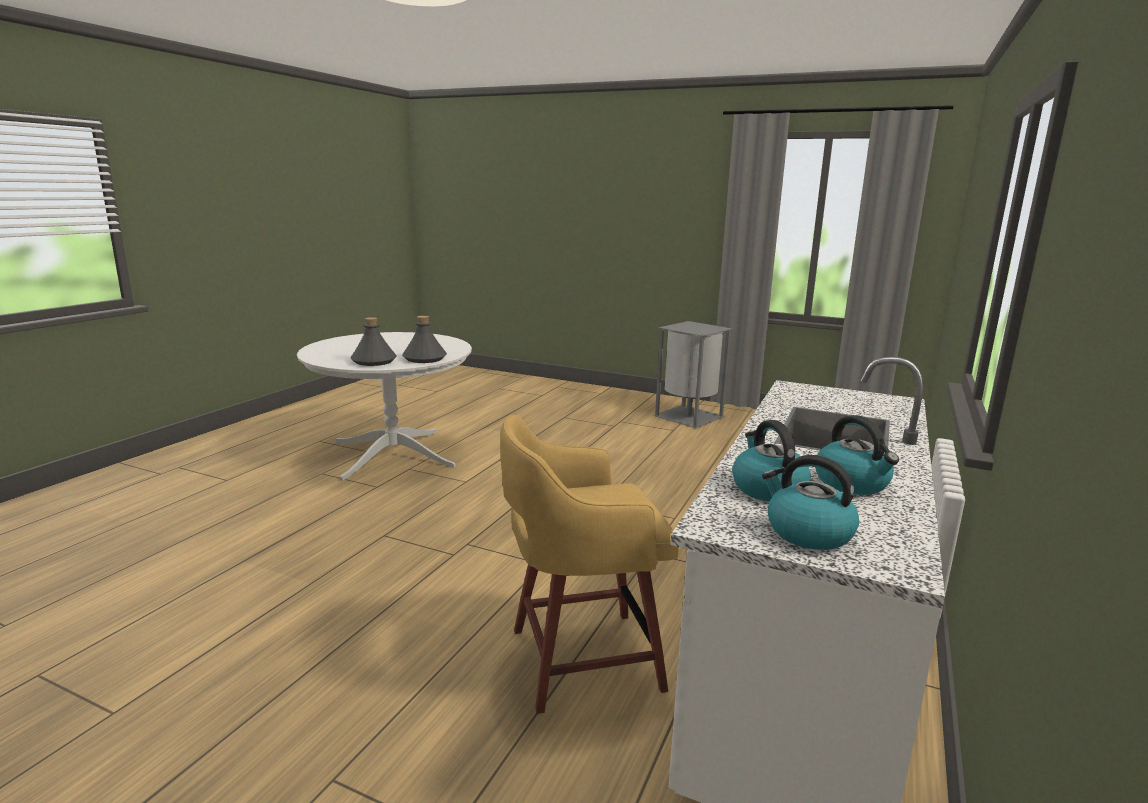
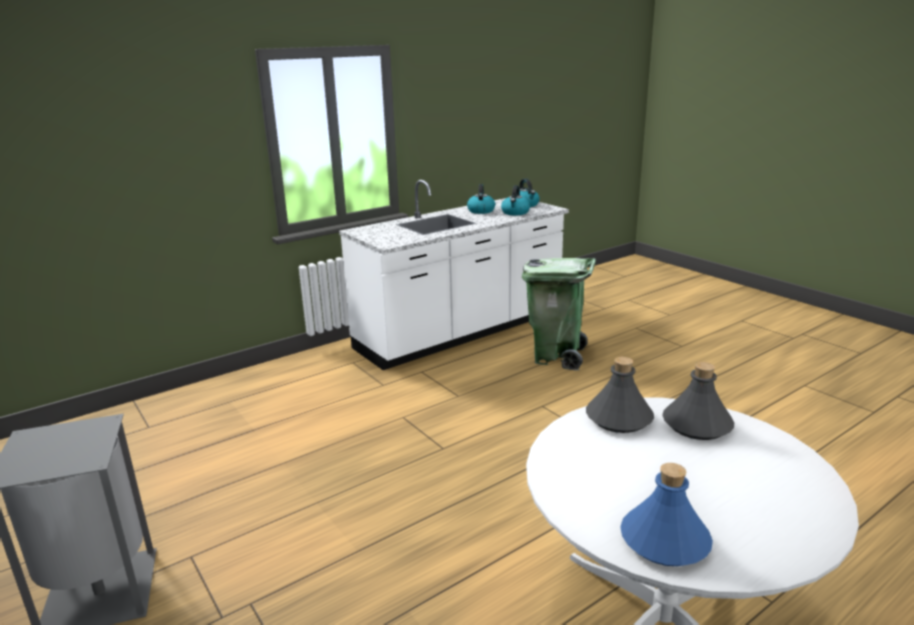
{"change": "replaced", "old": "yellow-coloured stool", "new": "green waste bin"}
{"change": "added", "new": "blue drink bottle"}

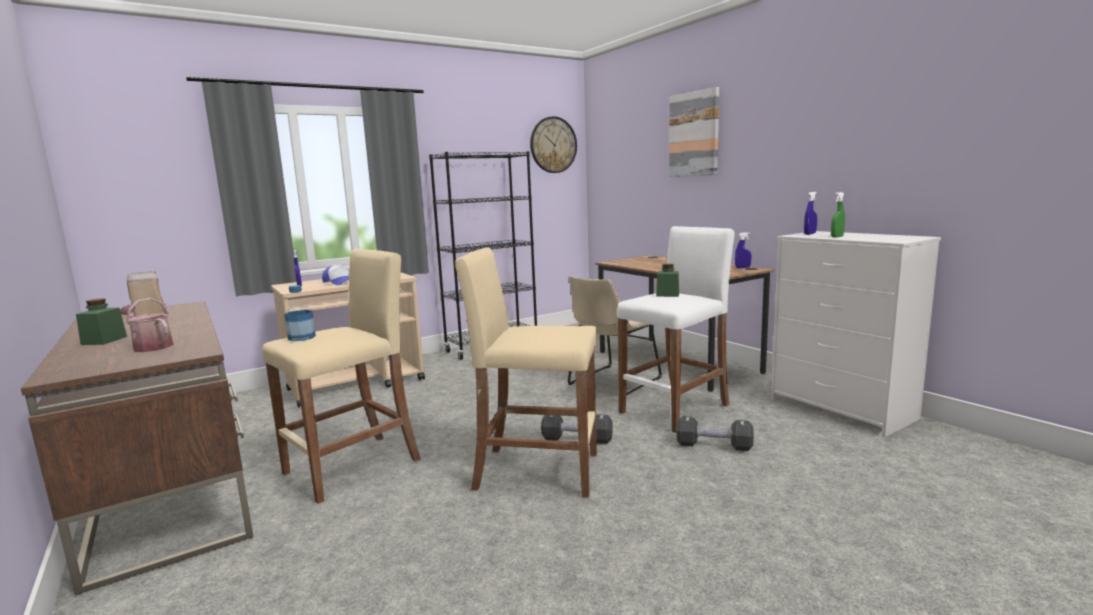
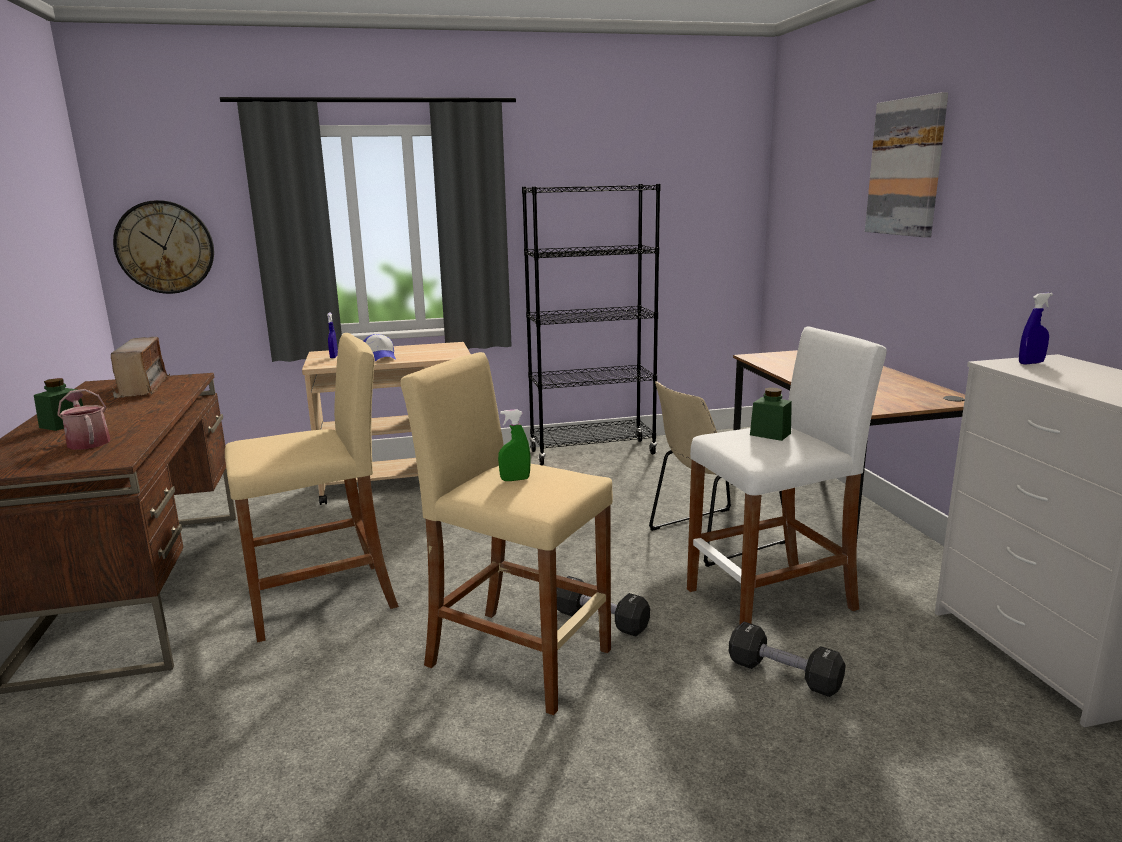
{"change": "moved", "old": "wall clock"}
{"change": "moved", "old": "green hand sprayer"}
{"change": "removed", "old": "drink bottle"}
{"change": "removed", "old": "blue hand sprayer (2nd from left)"}

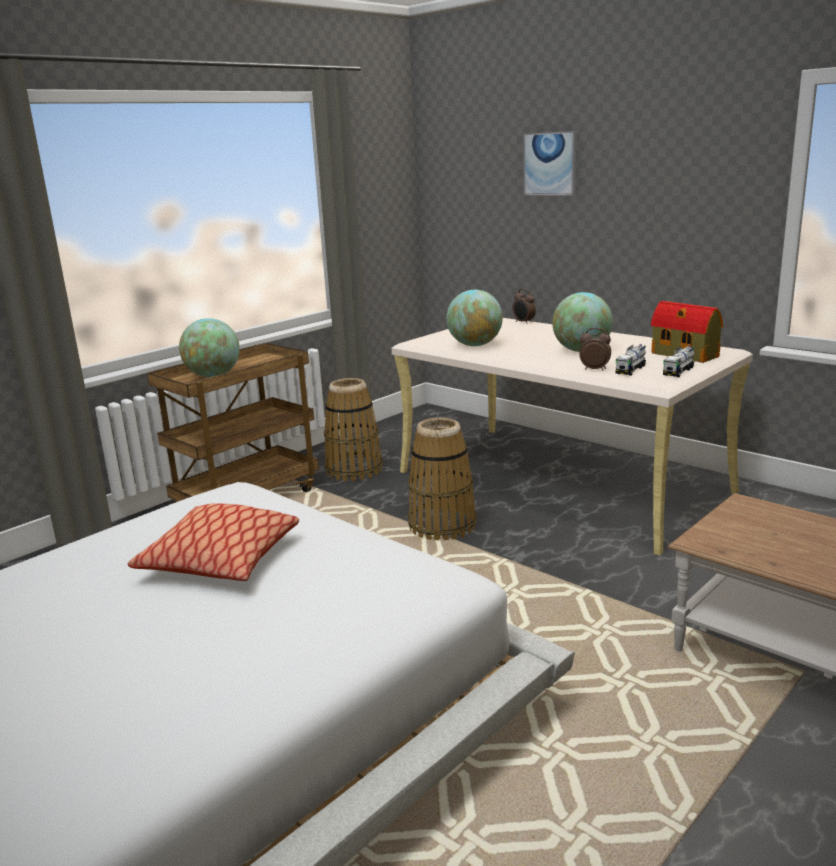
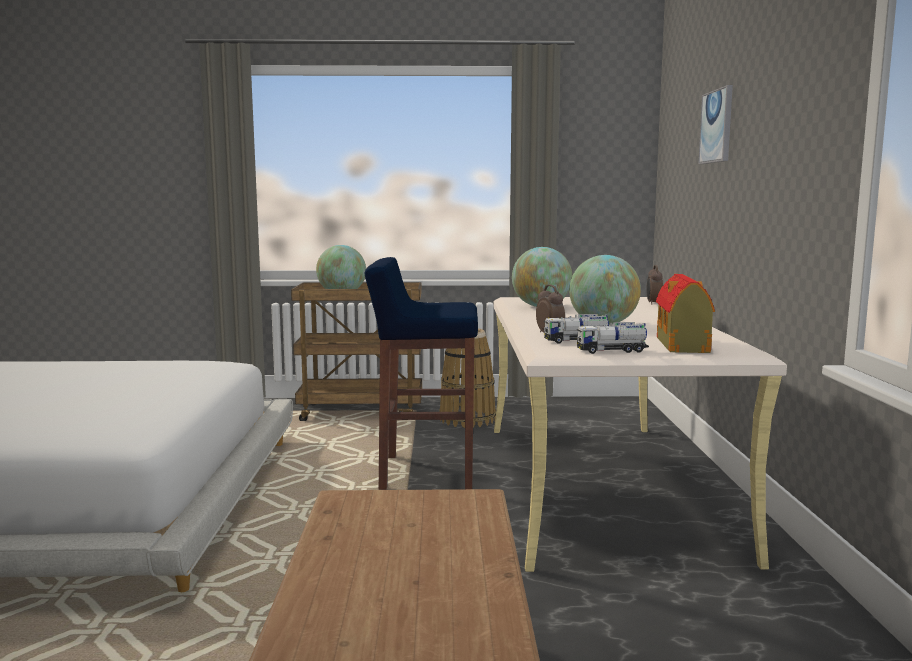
{"change": "replaced", "old": "household basket (2nd from left)", "new": "blue stool"}
{"change": "removed", "old": "throw pillow"}

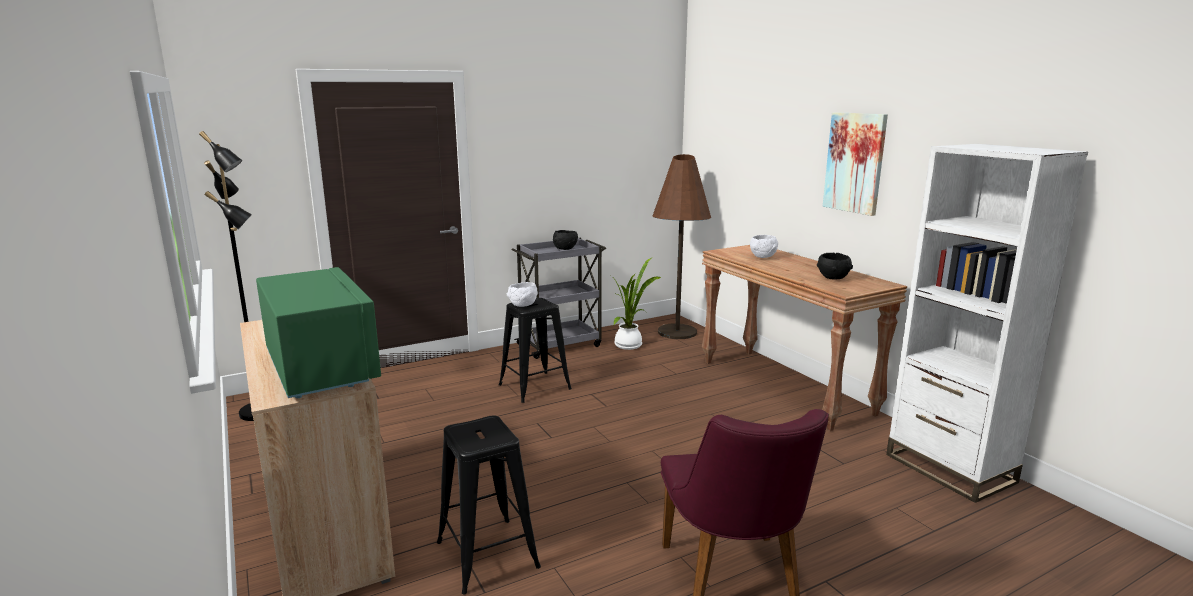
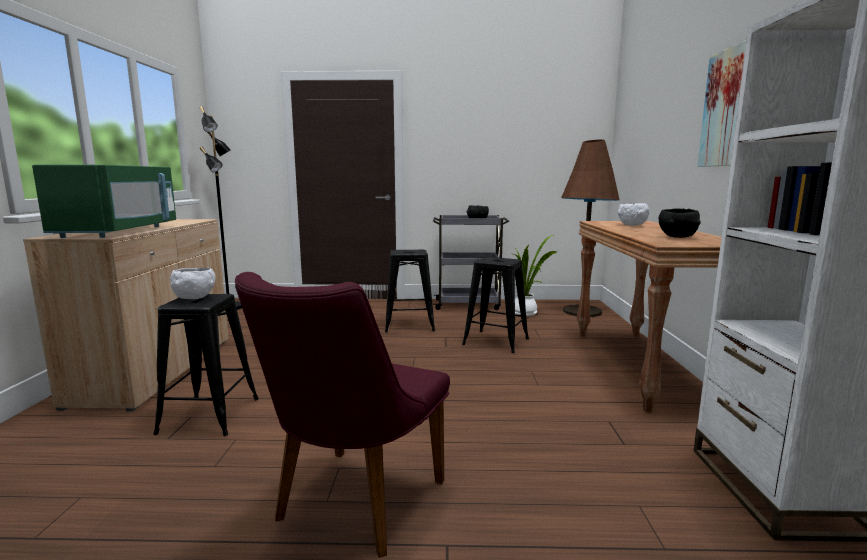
{"change": "moved", "old": "whitish deep dish (1st from left)"}
{"change": "added", "new": "blackish stool (3rd from left)"}

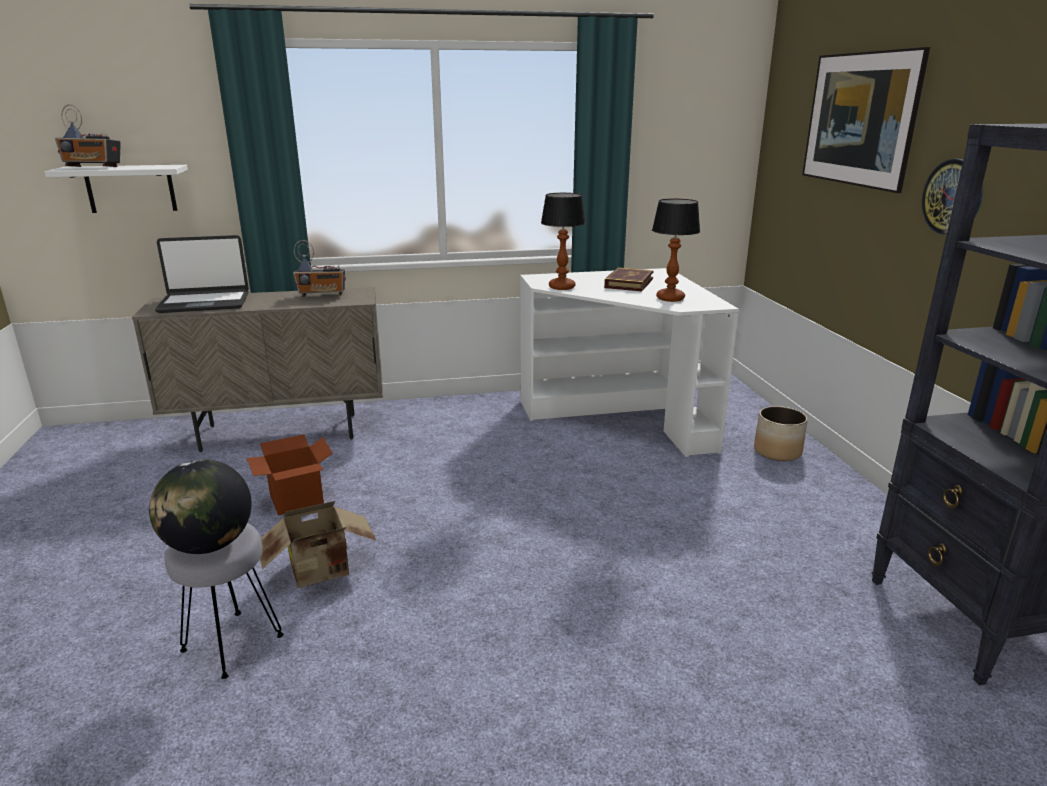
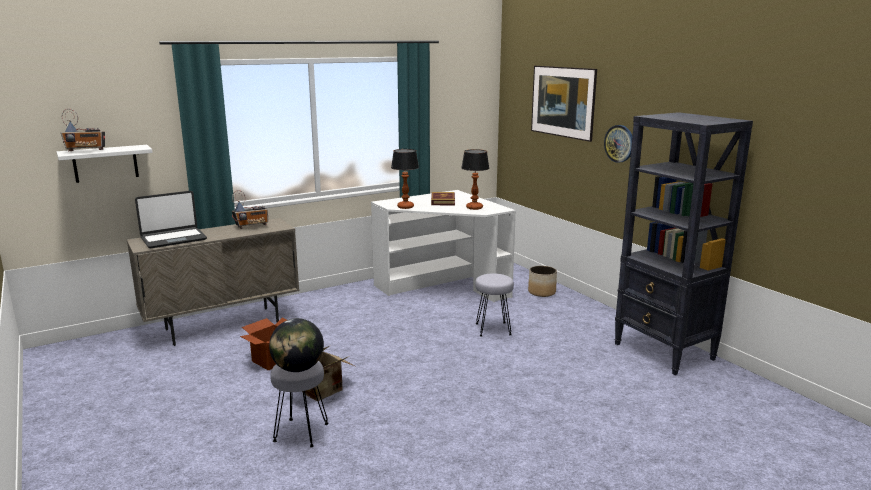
{"change": "added", "new": "gray stool (2nd from left)"}

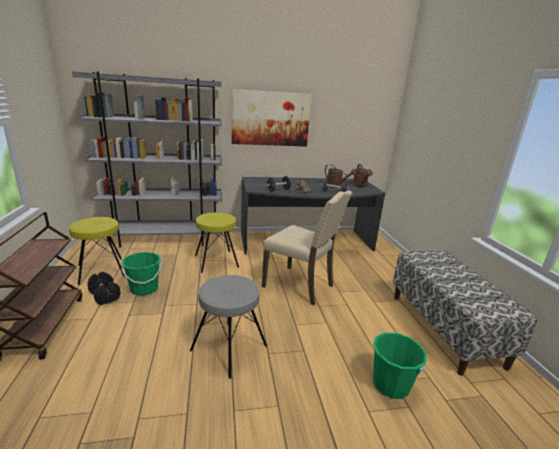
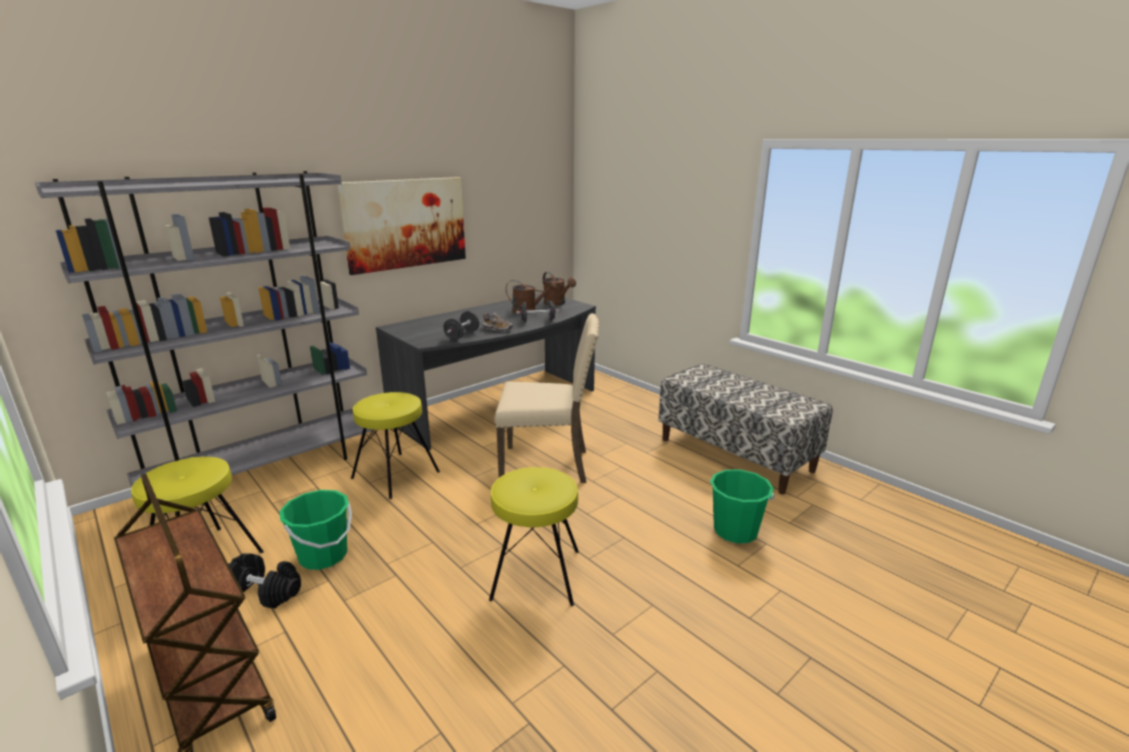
{"change": "recoloured", "old": "gray stool", "new": "yellow-coloured stool (3rd from left)"}

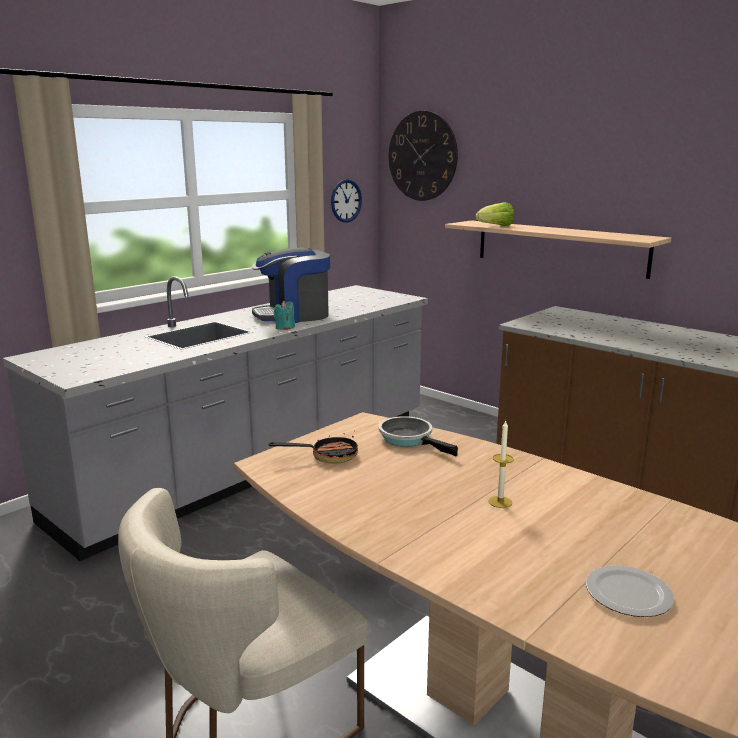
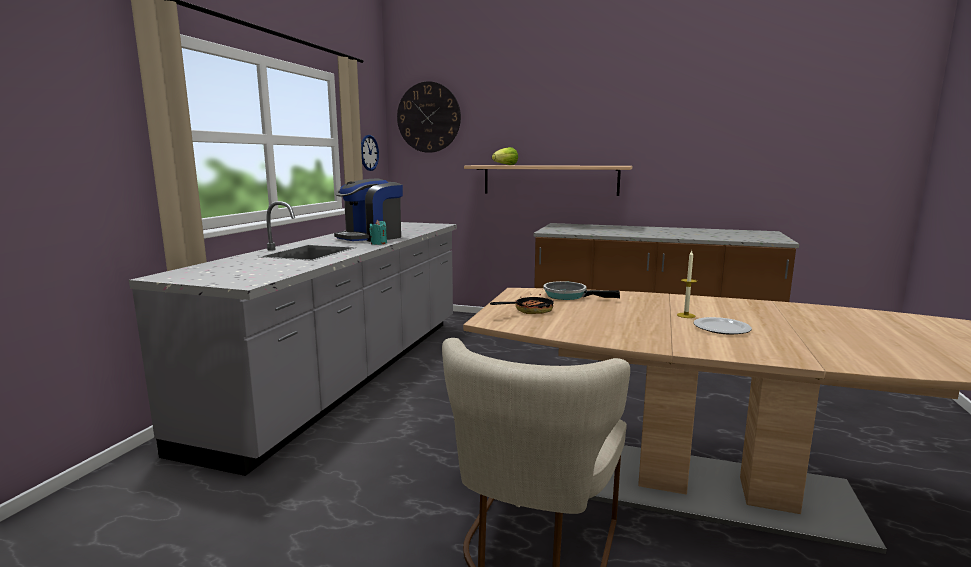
{"change": "moved", "old": "flat dish"}

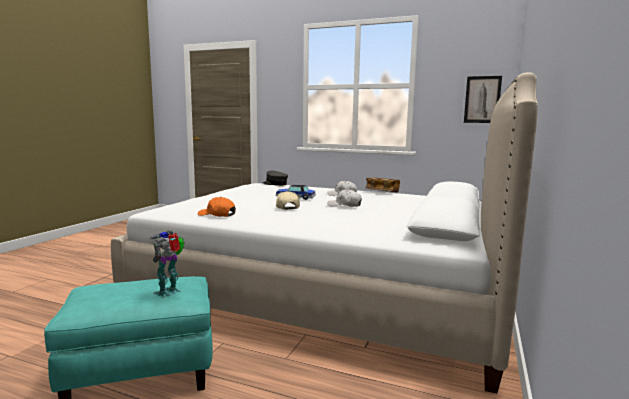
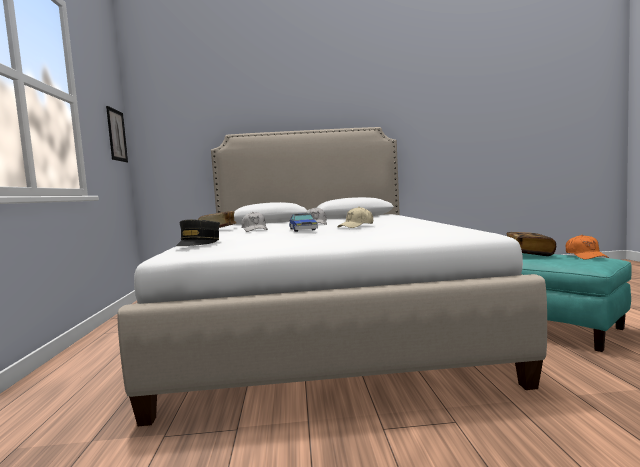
{"change": "replaced", "old": "model robot", "new": "bound book (2nd from left)"}
{"change": "moved", "old": "orange cap"}

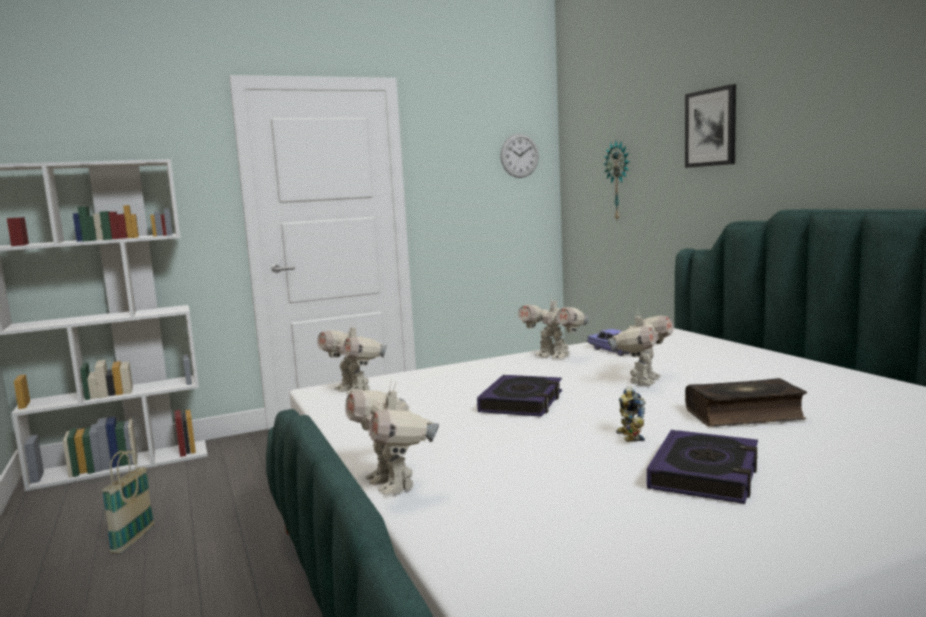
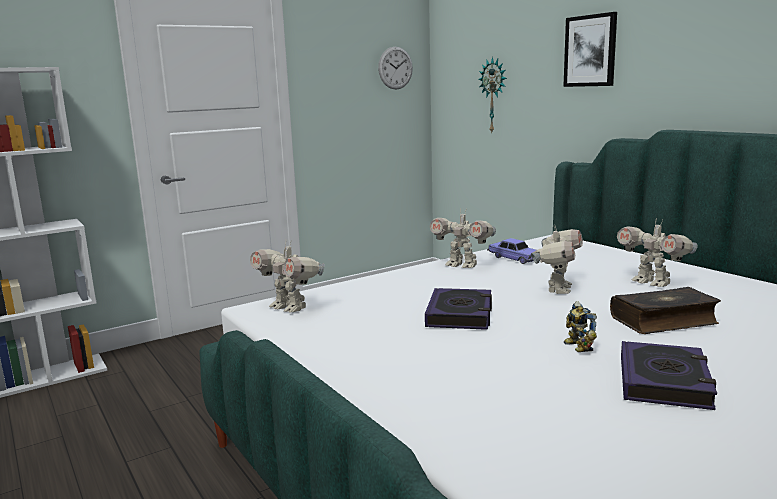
{"change": "moved", "old": "model robot (2nd from left in the first image)", "new": "model robot (5th from left)"}
{"change": "removed", "old": "household basket"}

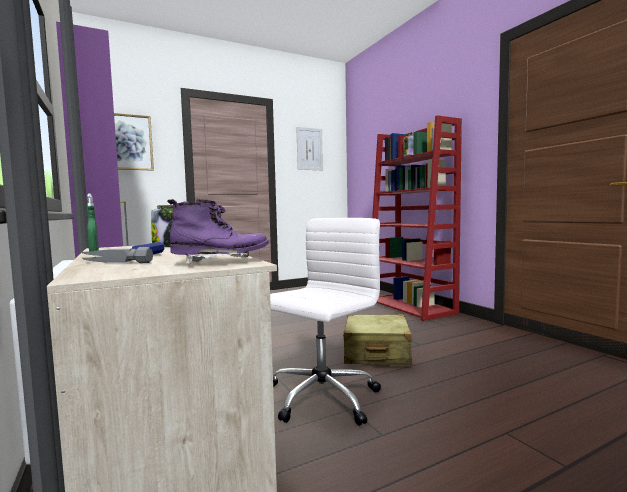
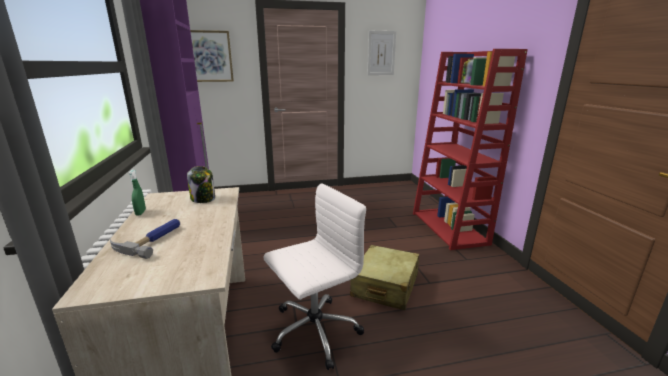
{"change": "removed", "old": "purple-coloured boot"}

